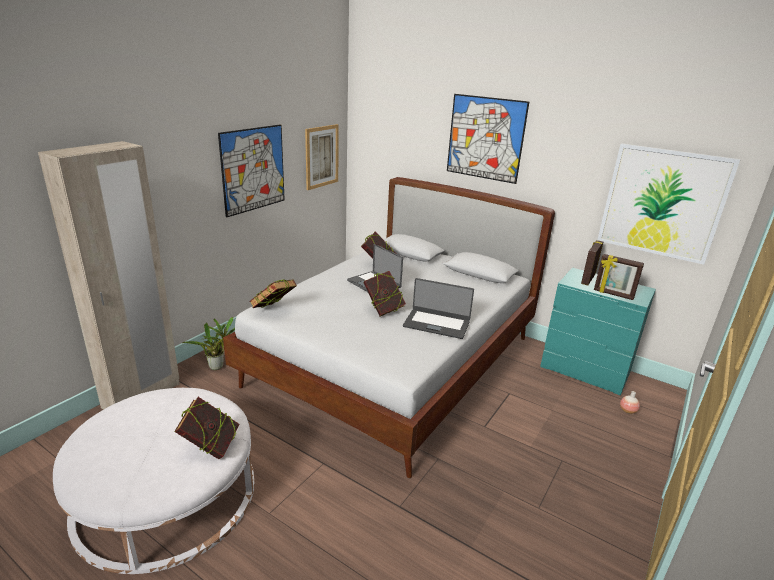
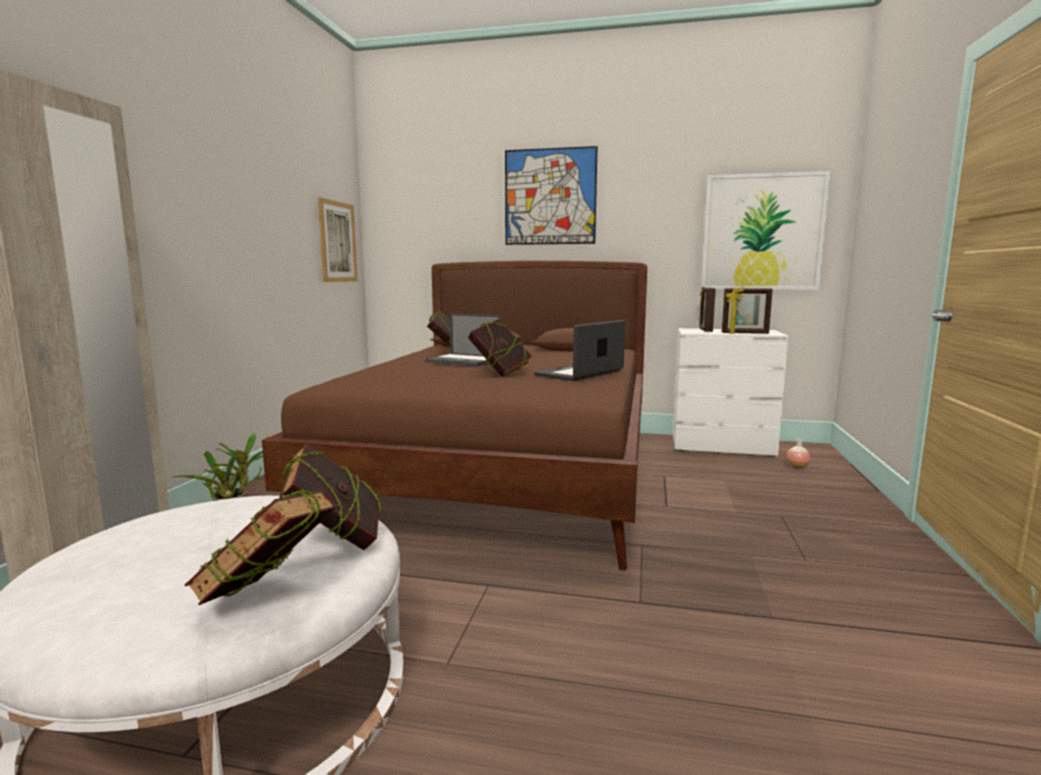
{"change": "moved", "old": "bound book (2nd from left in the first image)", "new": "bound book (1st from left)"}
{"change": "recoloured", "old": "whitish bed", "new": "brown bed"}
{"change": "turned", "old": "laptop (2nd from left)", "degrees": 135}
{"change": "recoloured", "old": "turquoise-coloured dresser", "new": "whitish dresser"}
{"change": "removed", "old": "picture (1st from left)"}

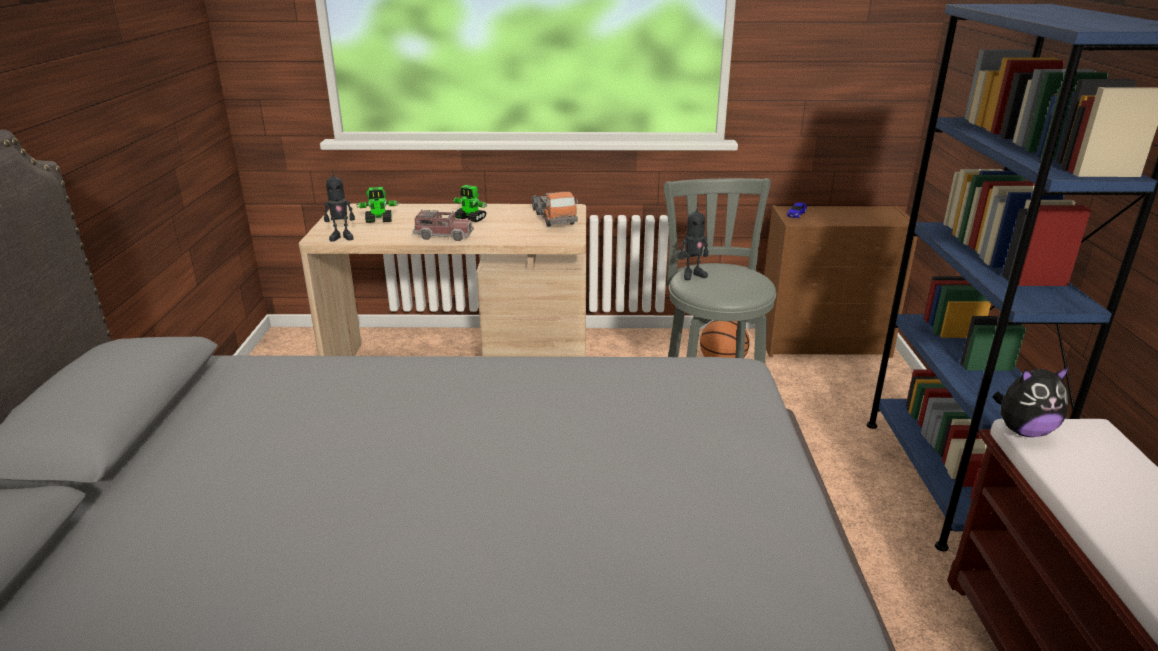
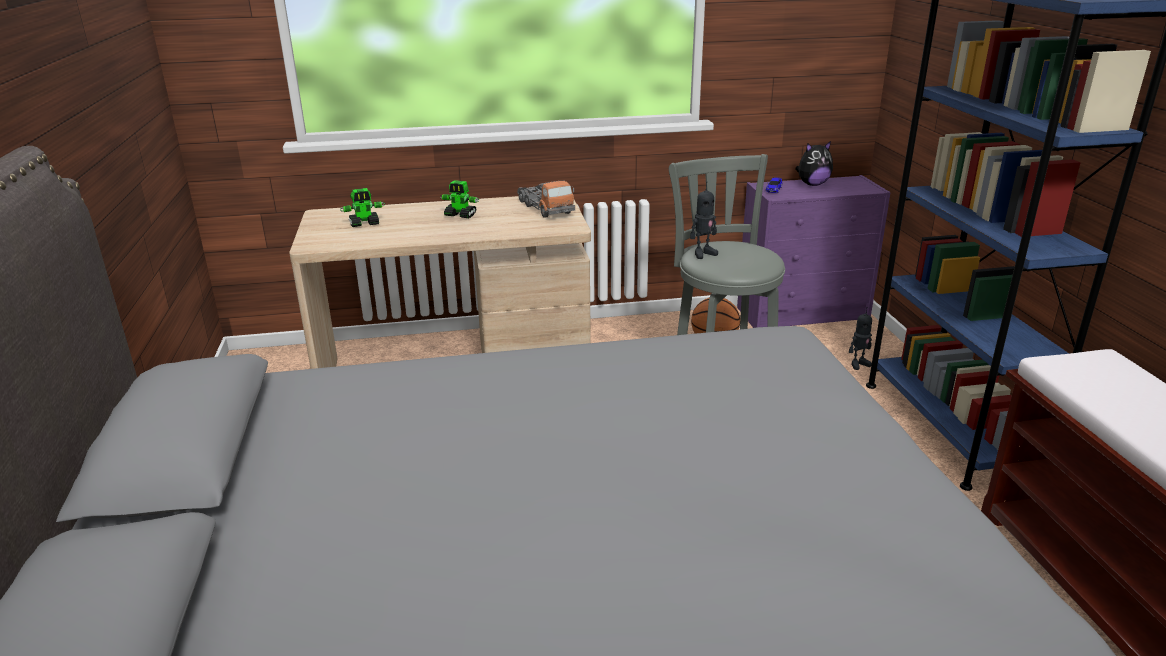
{"change": "recoloured", "old": "brown dresser", "new": "purple-coloured dresser"}
{"change": "moved", "old": "plush toy"}
{"change": "moved", "old": "model robot (1st from left in the first image)", "new": "model robot (4th from left)"}
{"change": "removed", "old": "toy lorry (1st from left)"}

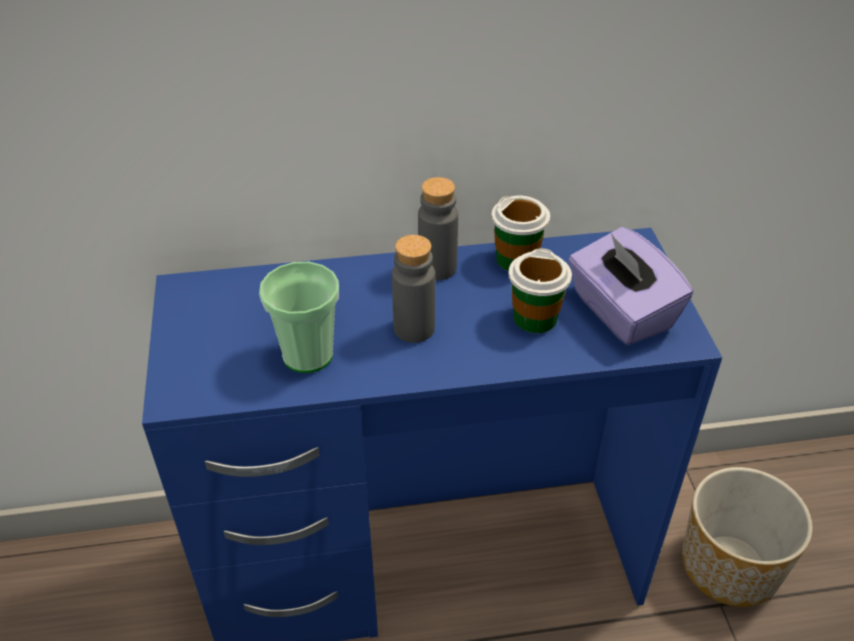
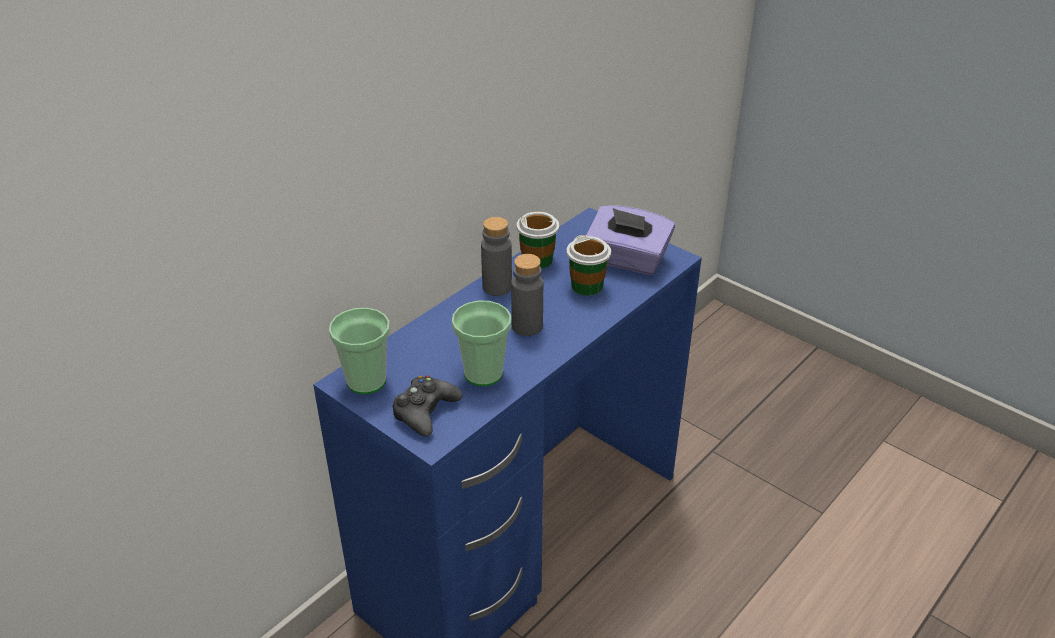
{"change": "added", "new": "cup (1st from left)"}
{"change": "added", "new": "blackish gamepad"}
{"change": "removed", "old": "flower pot"}

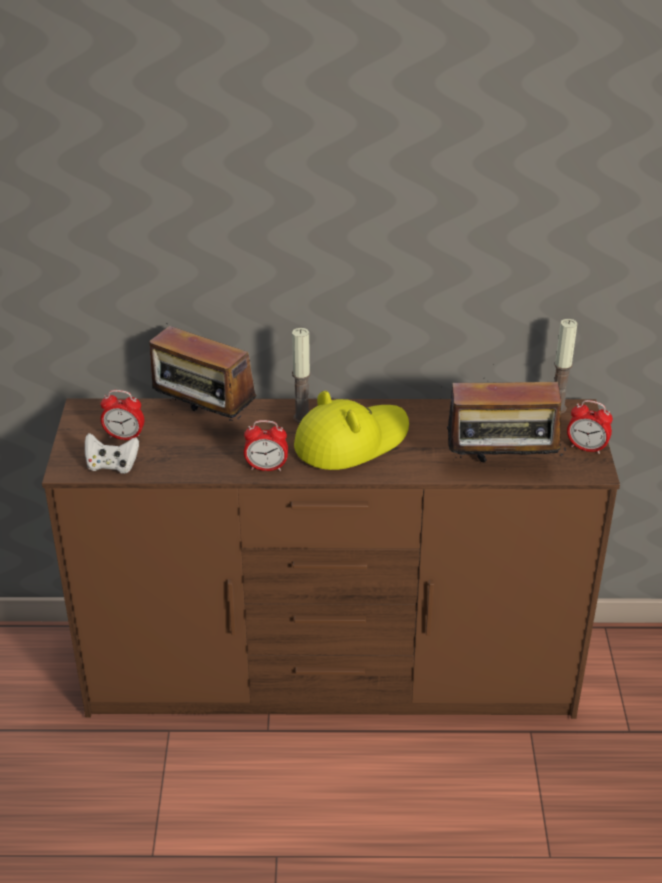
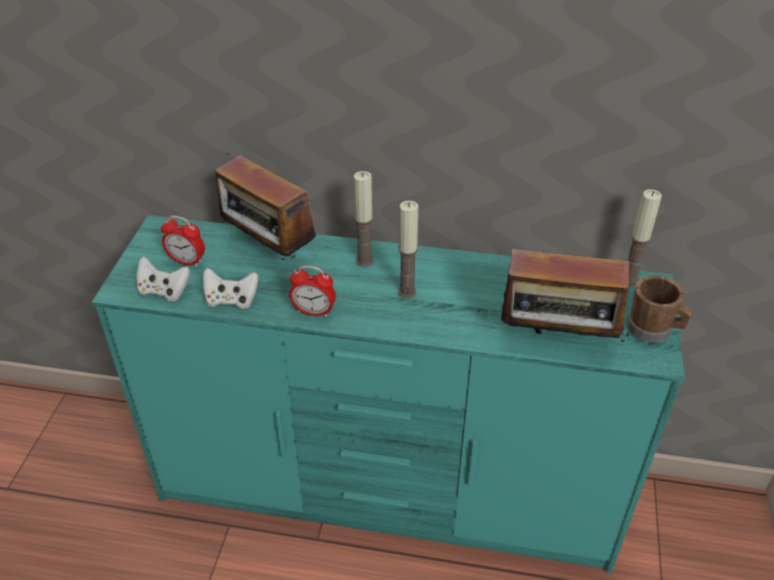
{"change": "recoloured", "old": "brown dresser", "new": "turquoise-coloured dresser"}
{"change": "added", "new": "whitish gamepad (2nd from left)"}
{"change": "replaced", "old": "yellow-coloured wearable hat", "new": "wax candle (2nd from left)"}
{"change": "replaced", "old": "alarm clock (3rd from left)", "new": "brown tea mug"}

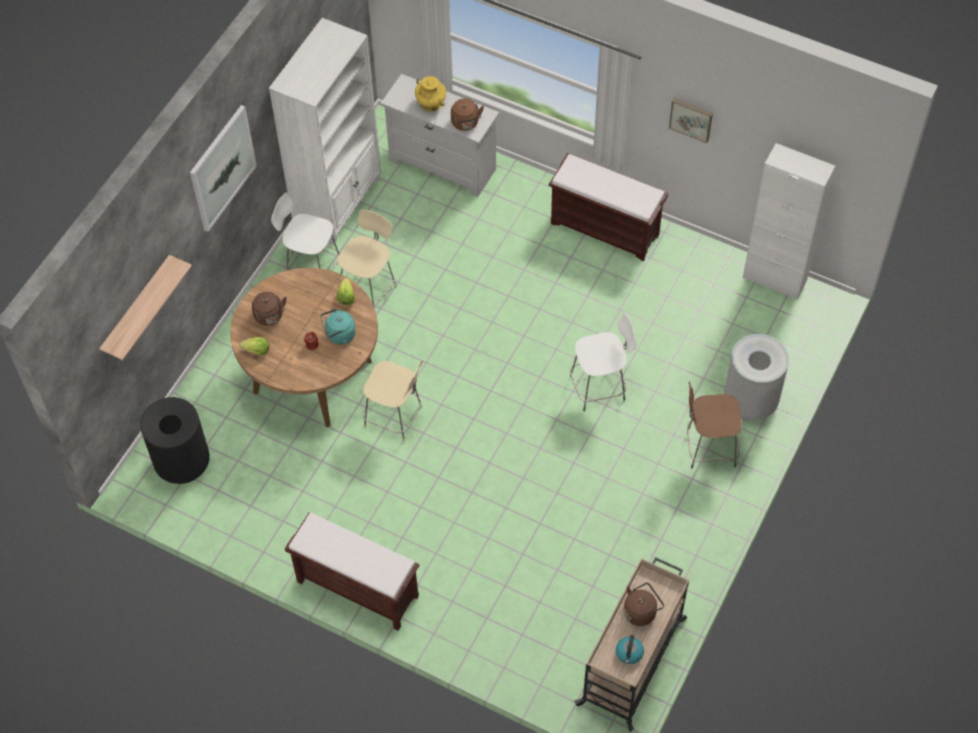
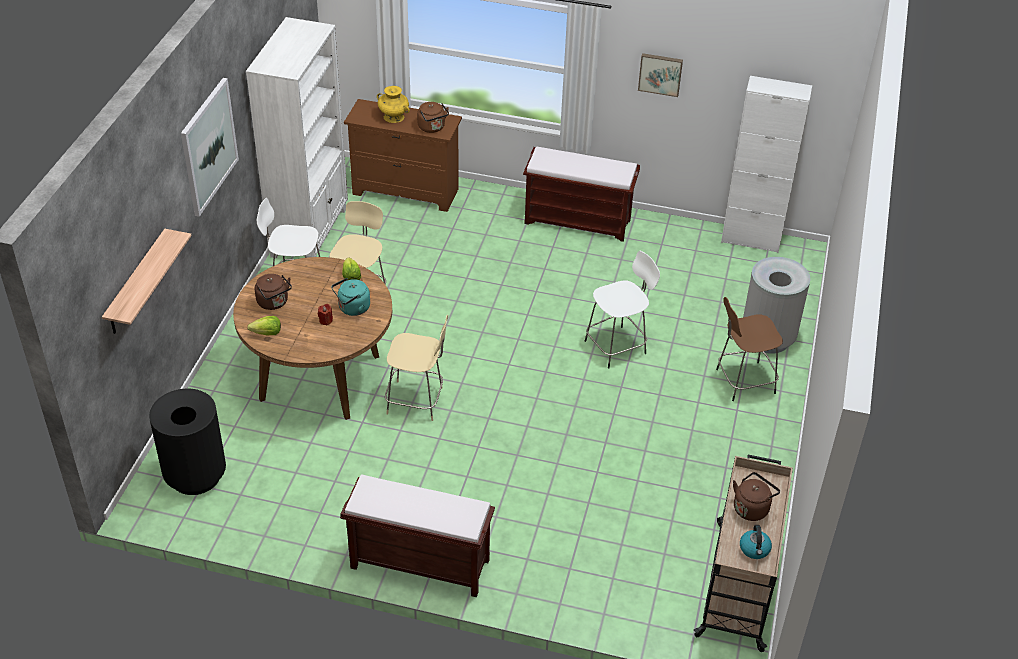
{"change": "recoloured", "old": "whitish dresser", "new": "brown dresser"}

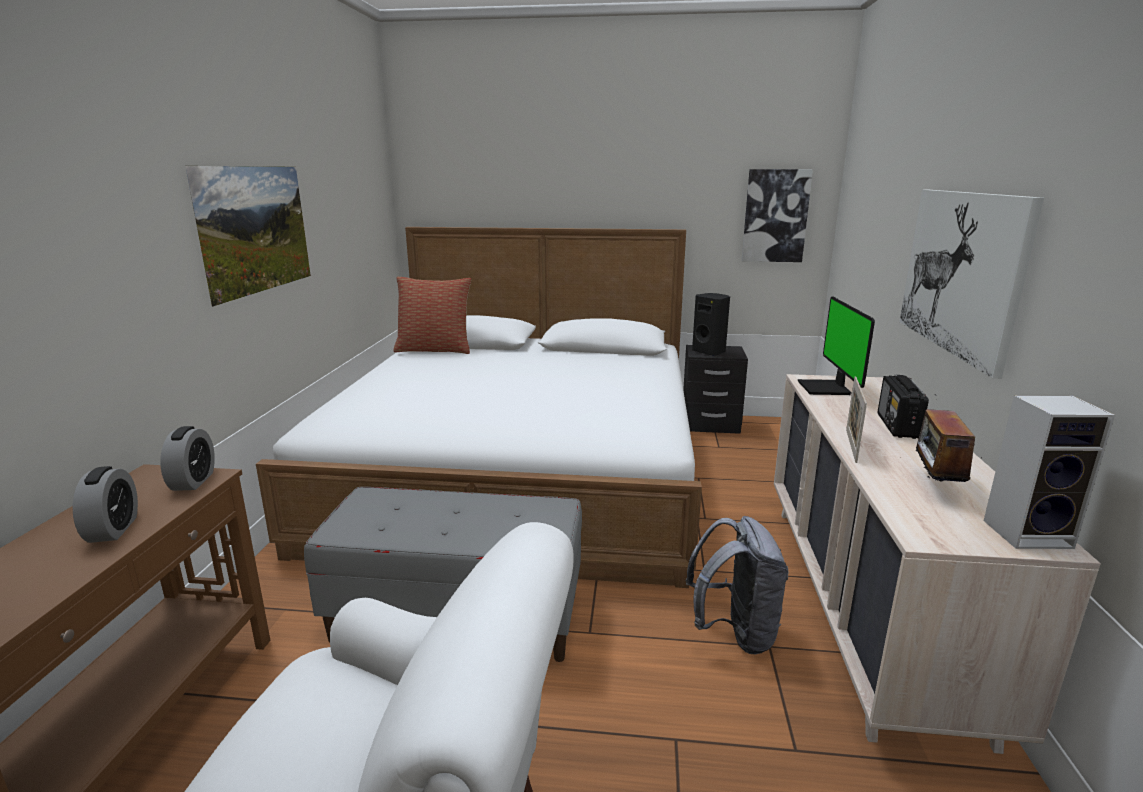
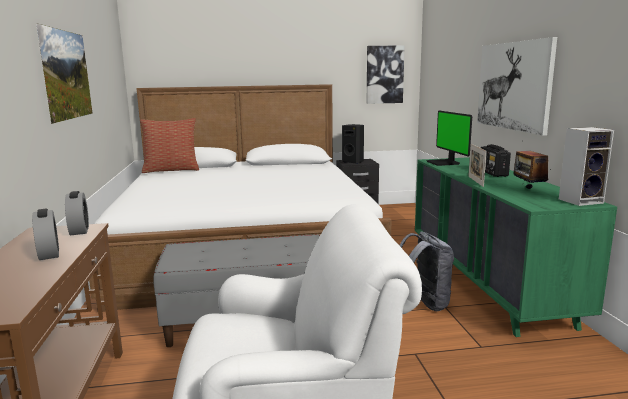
{"change": "recoloured", "old": "beige-coloured dresser", "new": "green dresser"}

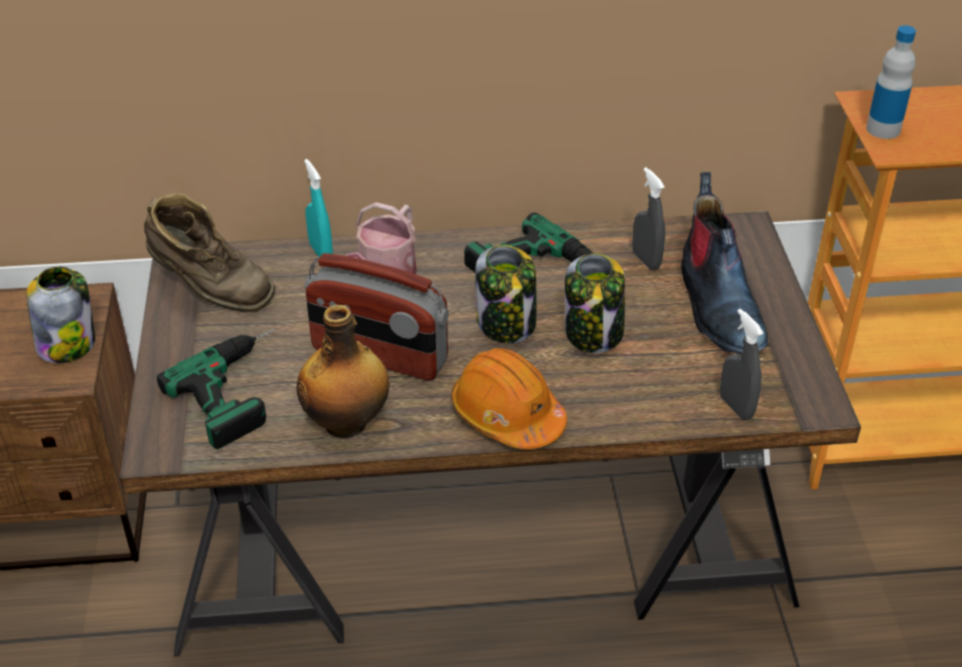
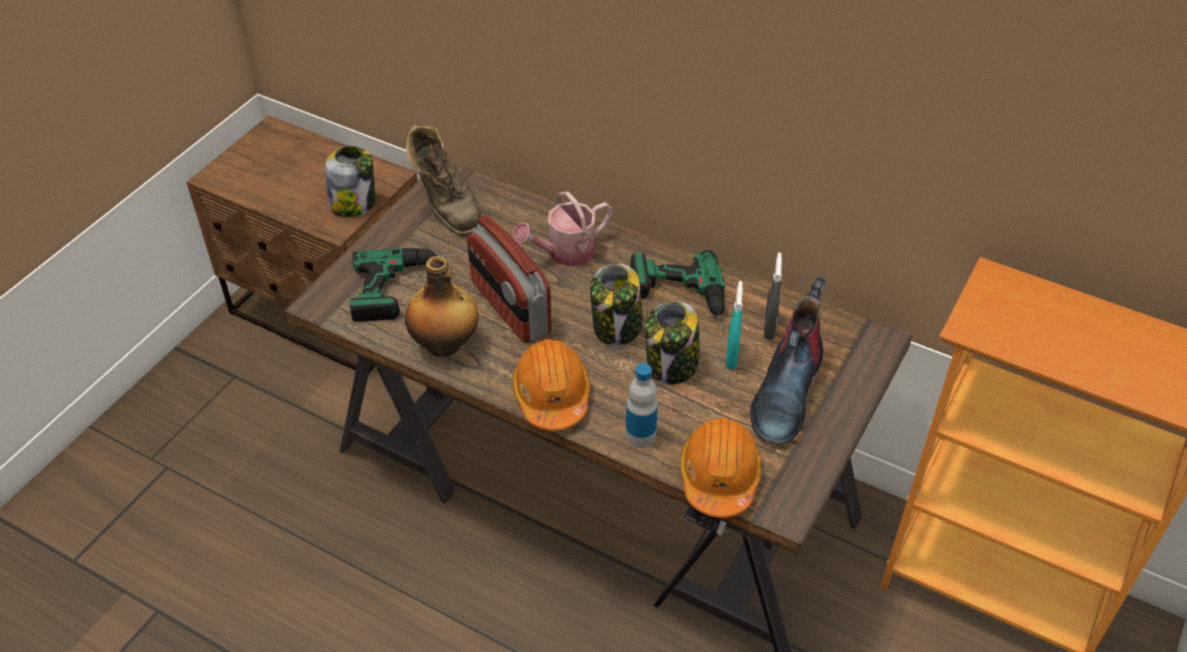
{"change": "moved", "old": "drink bottle (2nd from left)"}
{"change": "replaced", "old": "gray hand sprayer (2nd from left)", "new": "orange hard hat (2nd from left)"}
{"change": "moved", "old": "turquoise-coloured hand sprayer"}

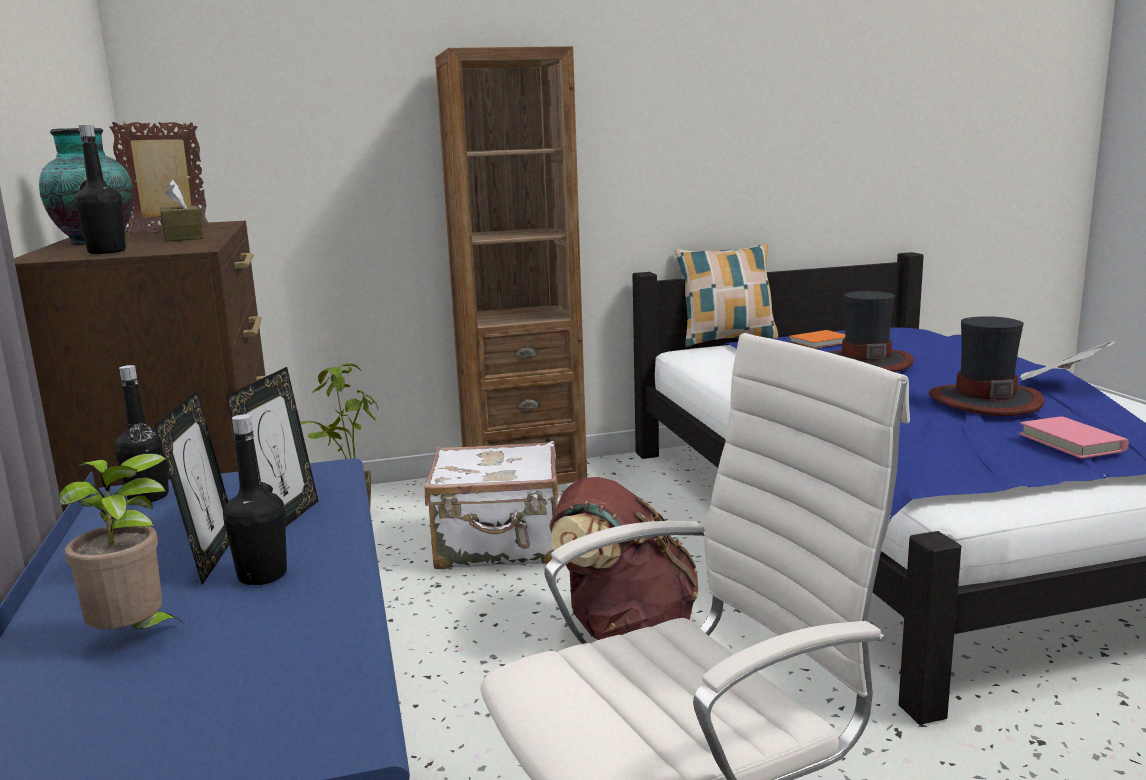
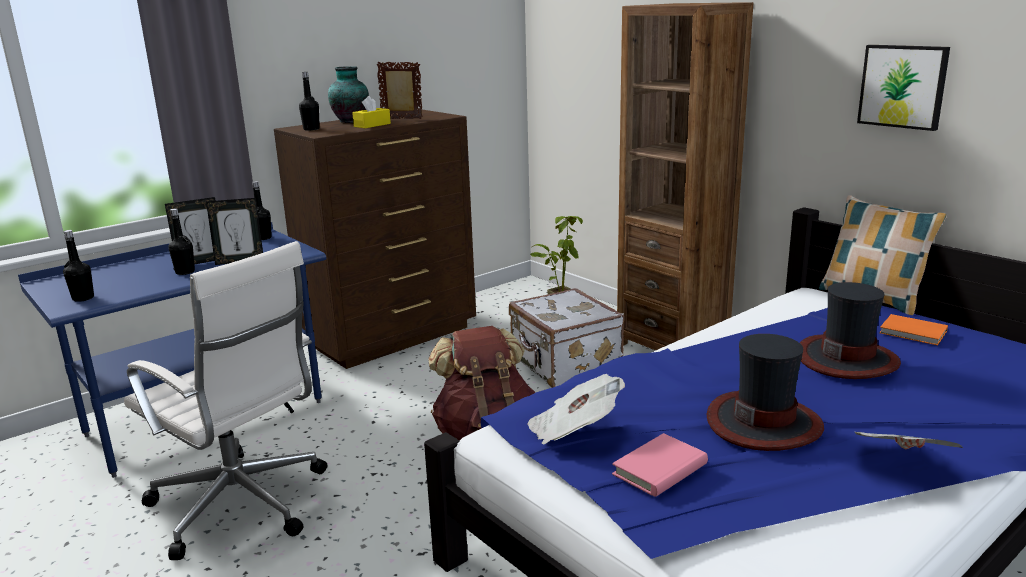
{"change": "added", "new": "blackish drink bottle (1st from left)"}
{"change": "recoloured", "old": "brown tissue box", "new": "yellow-coloured tissue box"}
{"change": "added", "new": "newspaper (1st from left)"}
{"change": "added", "new": "picture"}
{"change": "removed", "old": "plant in a pot (1st from left)"}

